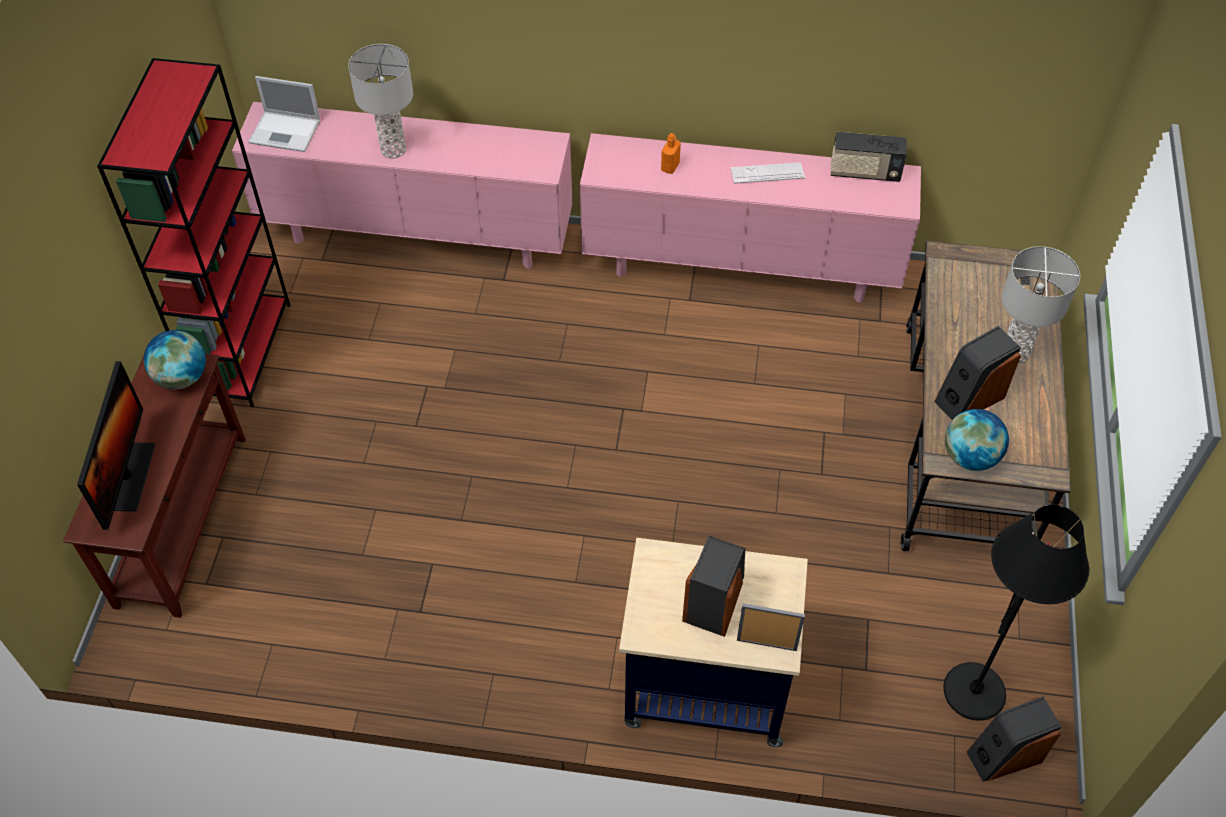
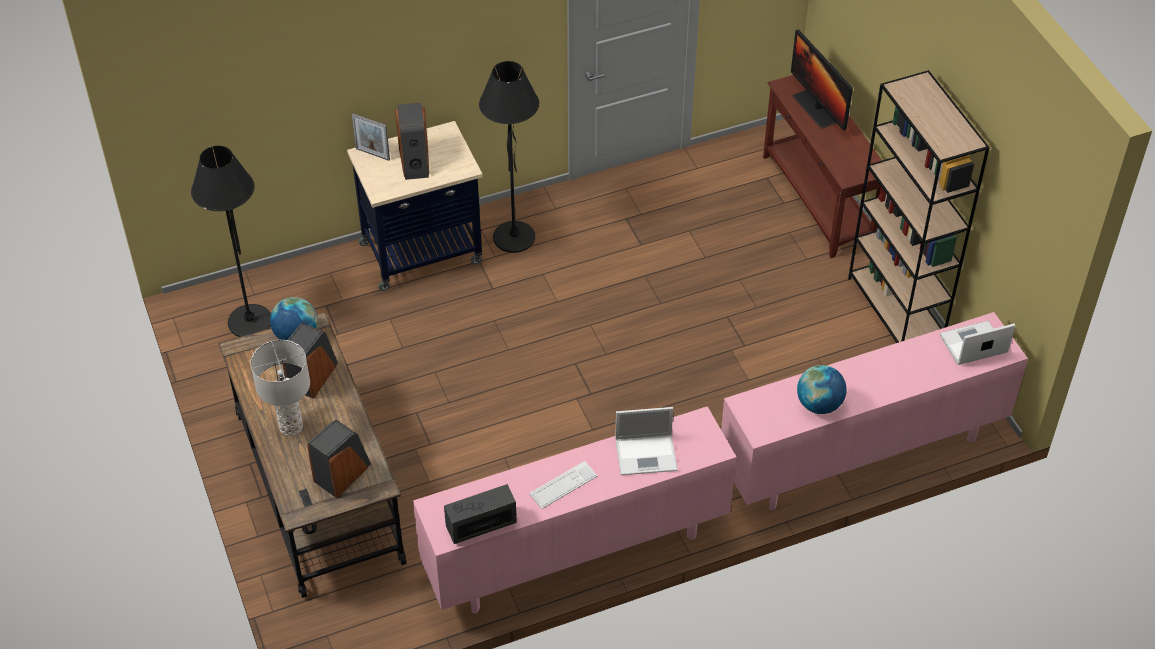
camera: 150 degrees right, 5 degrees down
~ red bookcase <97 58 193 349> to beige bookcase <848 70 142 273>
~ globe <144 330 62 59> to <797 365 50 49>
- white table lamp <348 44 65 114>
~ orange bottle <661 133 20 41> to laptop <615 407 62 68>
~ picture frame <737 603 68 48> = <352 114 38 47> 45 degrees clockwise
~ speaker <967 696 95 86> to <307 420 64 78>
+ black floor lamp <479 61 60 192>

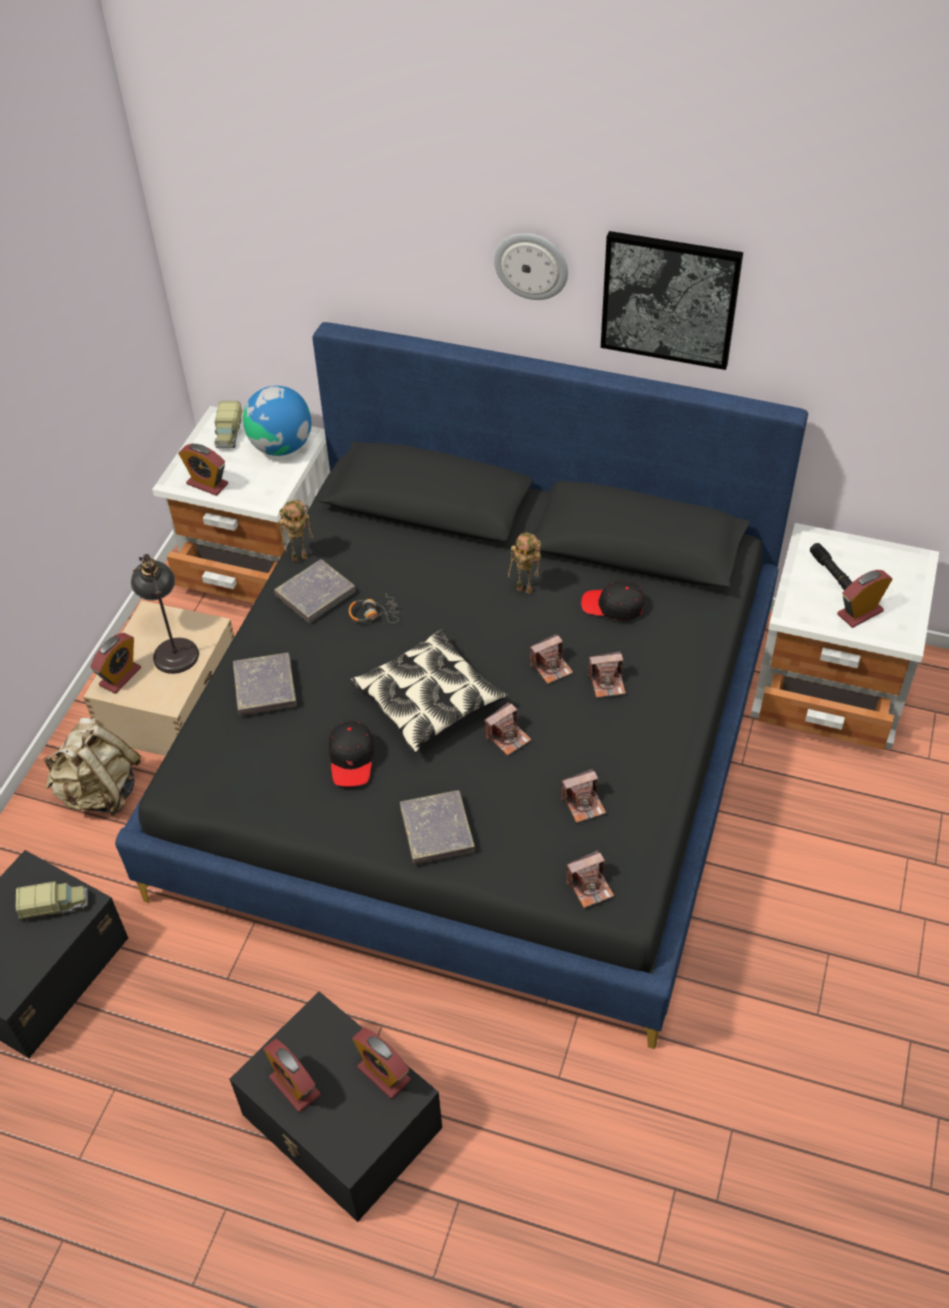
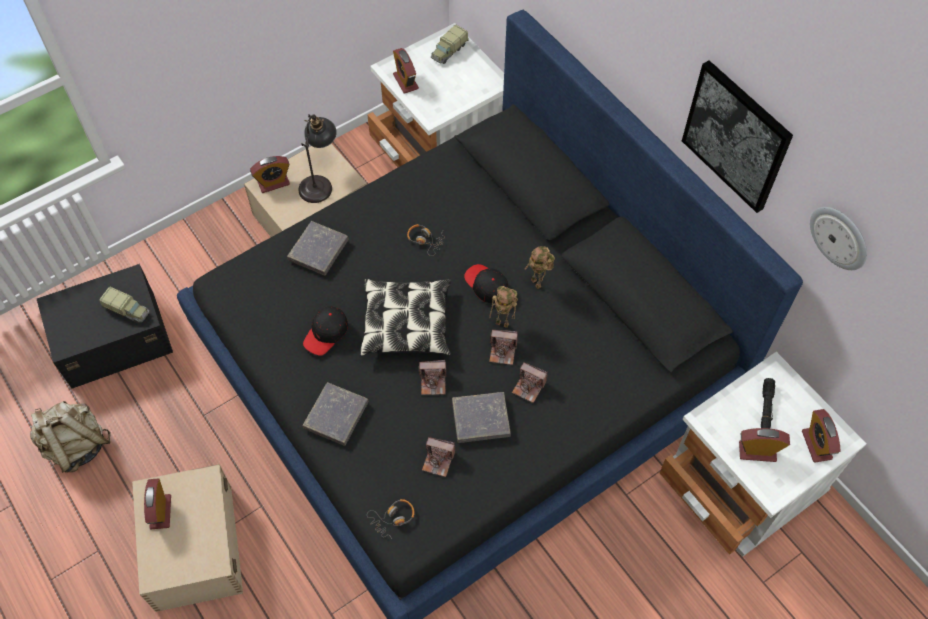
camera: 35 degrees right, 10 degrees up
~ beige backpack <43 717 98 99> to <30 401 81 72>
~ black storage box <229 991 214 231> to beige storage box <132 464 111 148>
- globe <243 386 68 70>
~ grey book <274 559 82 64> to <452 392 59 51>
~ toy robot <279 500 34 61> to <490 286 28 42>
~ alarm clock <352 1028 59 71> to <802 409 39 54>
~ wall clock <494 233 74 67> to <810 207 57 63>
~ photo camera <566 850 48 58> to headphones <367 499 48 40>
~ black cap <581 581 64 40> to <464 264 44 39>

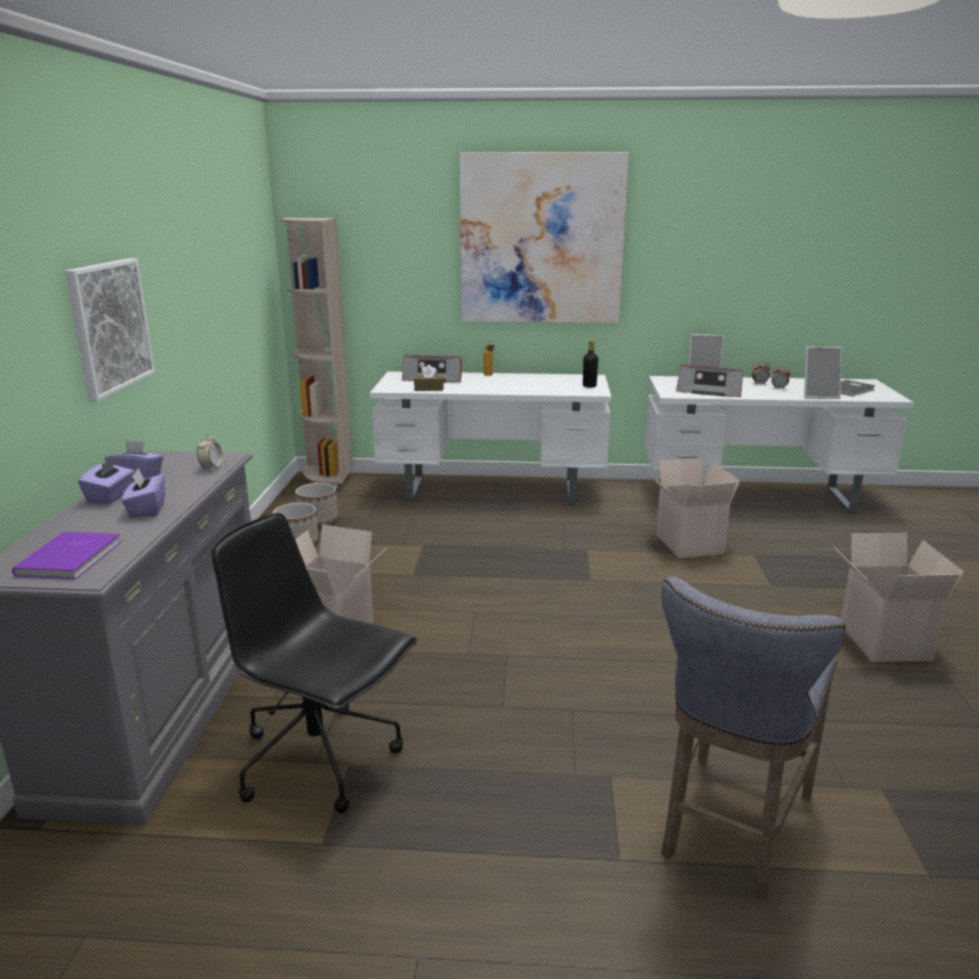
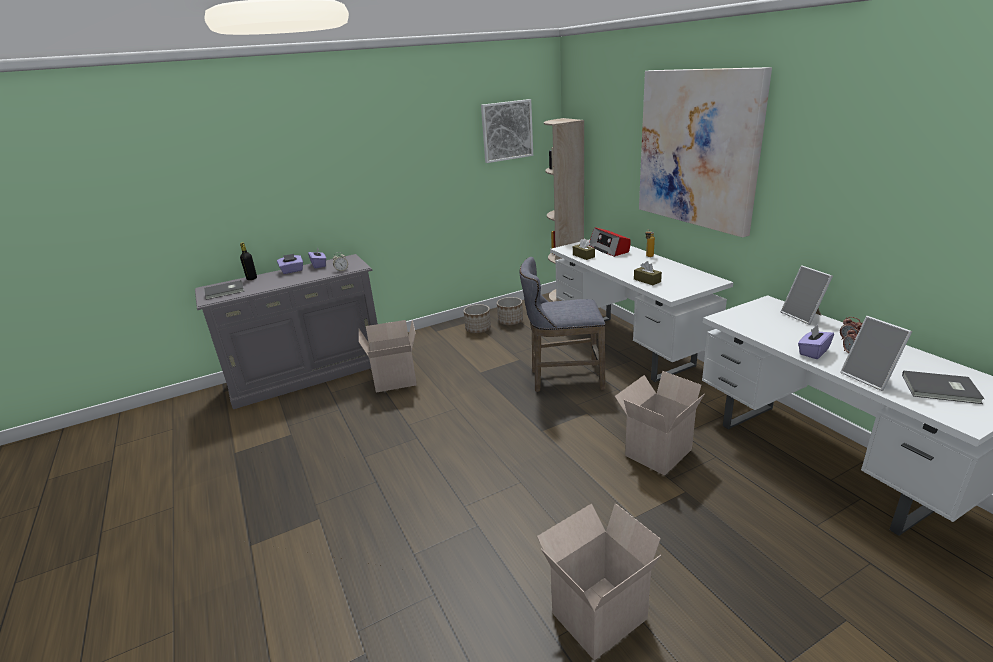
camera: 60 degrees right, 5 degrees up
~ purple book <12 532 109 47> to grey book <204 280 40 20>
~ picture <65 258 90 144> to <481 99 52 64>
~ purple tissue box <122 468 43 49> to <798 325 36 34>
- black office chair <212 513 205 300>
~ black bottle <583 340 15 48> to <240 242 17 38>
~ grey stool <661 577 185 321> to <520 257 86 135>
- radio <676 365 67 32>
+ brown tissue box <634 261 28 24>

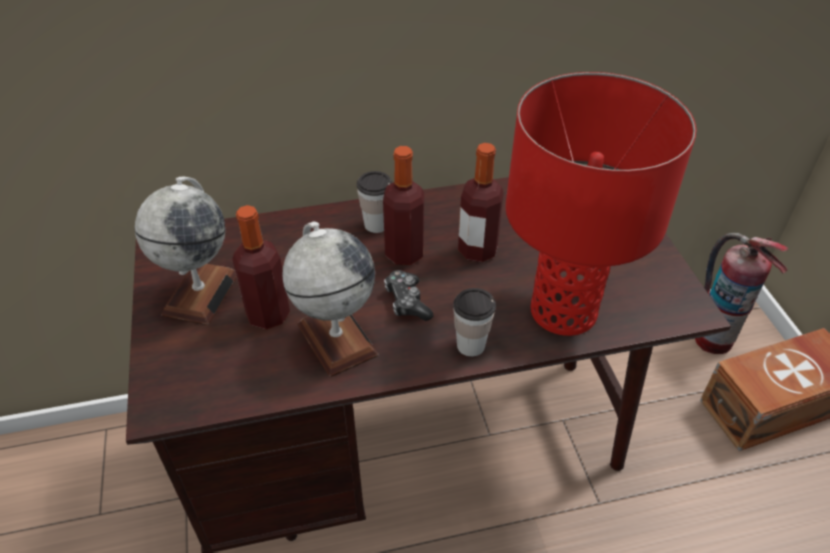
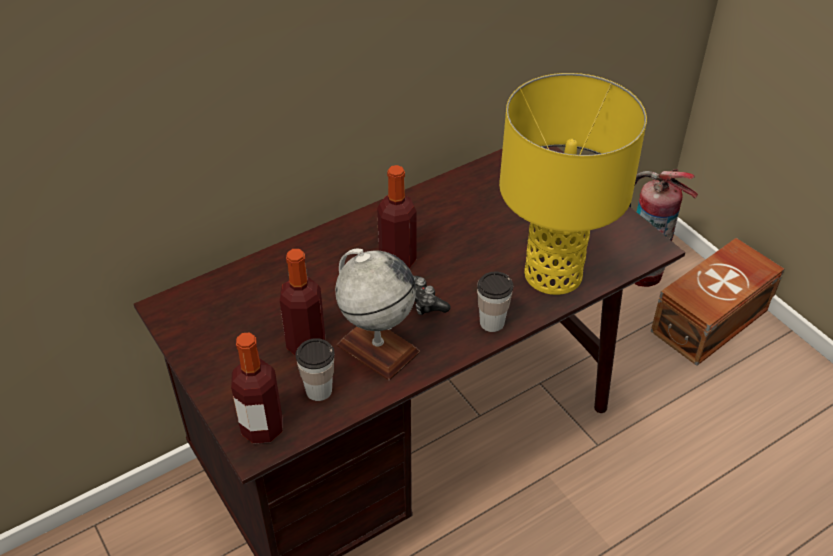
camera: 20 degrees left, 0 degrees up
- globe <135 177 102 148>
~ cup <357 171 35 62> to <295 338 40 63>
~ bottle <458 143 46 119> to <231 332 52 112>
~ red table lamp <505 72 192 264> to yellow table lamp <499 73 148 222>

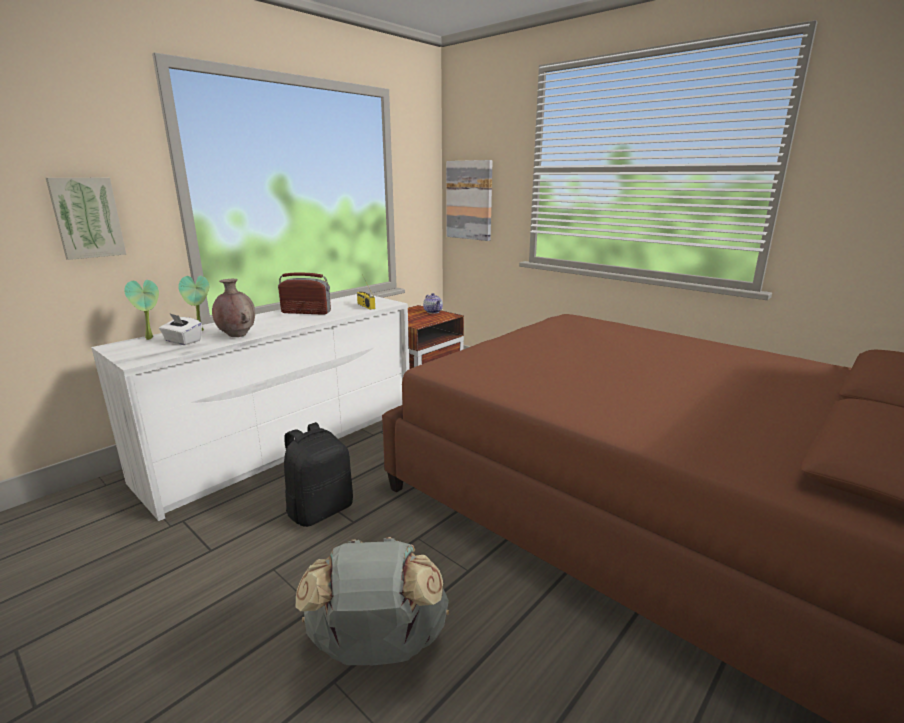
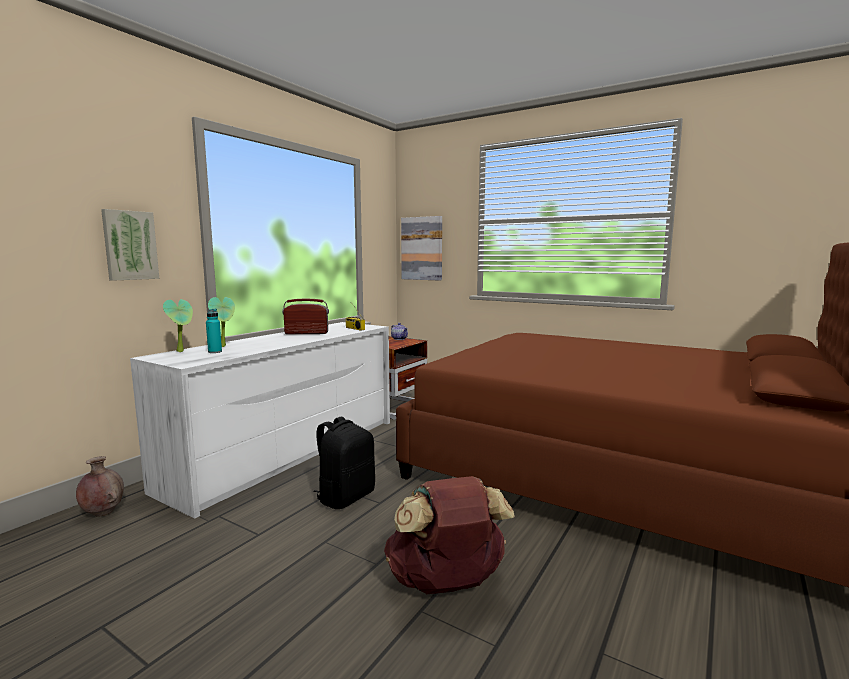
camera: 10 degrees left, 10 degrees down
~ white tissue box <159 314 43 31> to turquoise bottle <206 309 16 44>
~ brown vase <212 278 43 59> to <76 456 48 60>
~ grey backpack <296 537 153 128> to brown backpack <384 476 131 118>

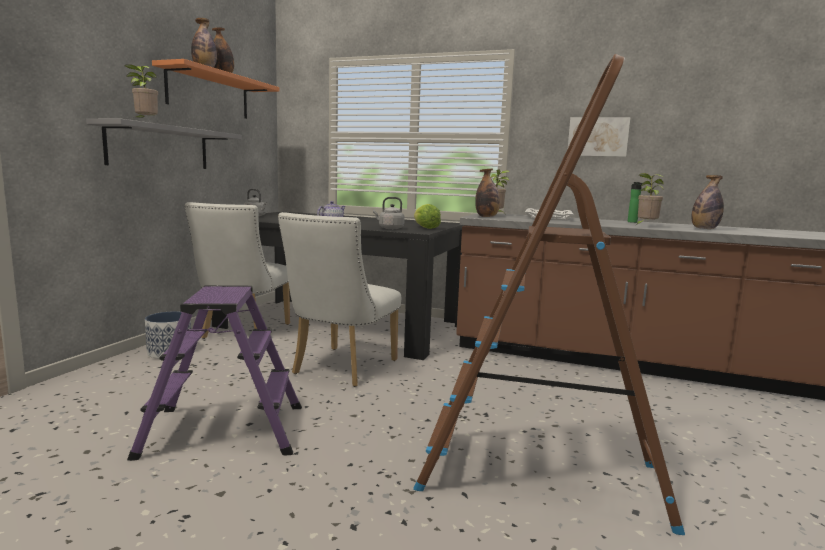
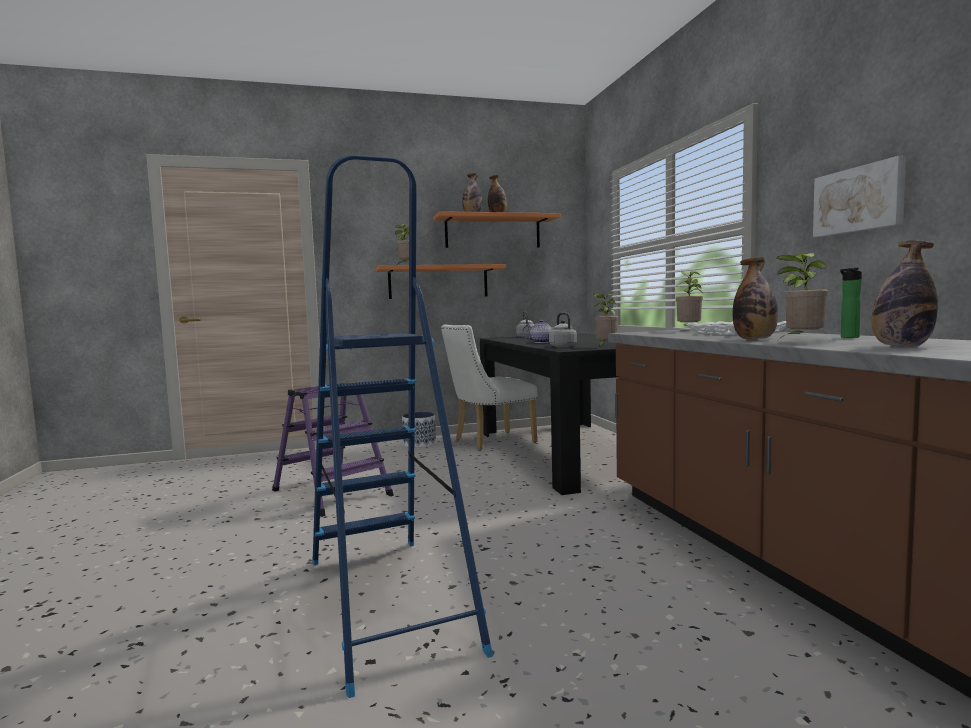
camera: 55 degrees right, 5 degrees down
~ grey shelf <86 119 156 50> to orange shelf <376 264 130 35>
- white chair <278 212 123 175>
~ brown step ladder <413 54 272 481> to blue step ladder <312 154 181 544>
~ lettuce <414 204 27 25> to potted plant <593 294 26 54>
~ bottle <475 169 25 48> to <733 257 45 82>

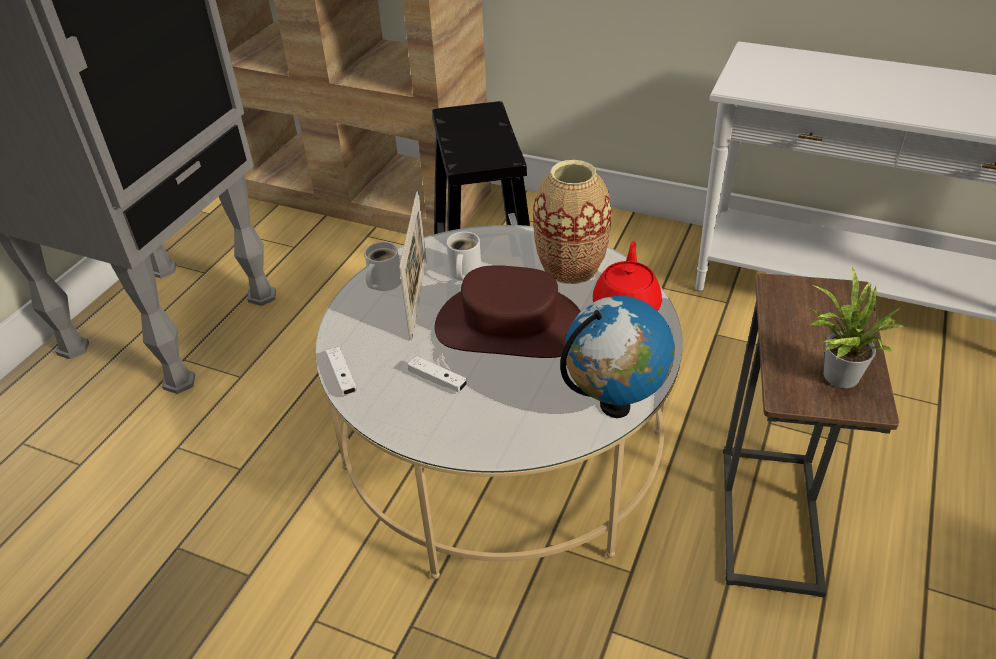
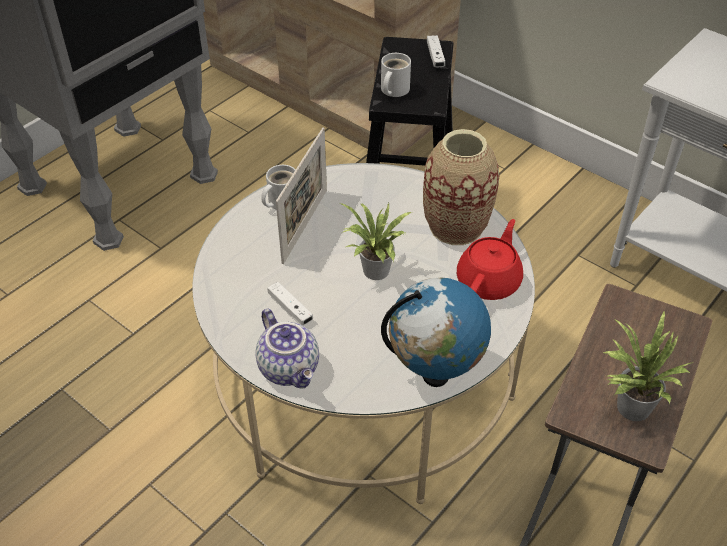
camera: 15 degrees right, 5 degrees up
~ white game controller <326 347 31 48> to <427 35 18 32>
~ brown hat <435 266 146 92> to potted plant <340 203 71 77>
~ white mug <446 232 35 49> to <381 53 30 44>
+ teapot <256 309 63 80>

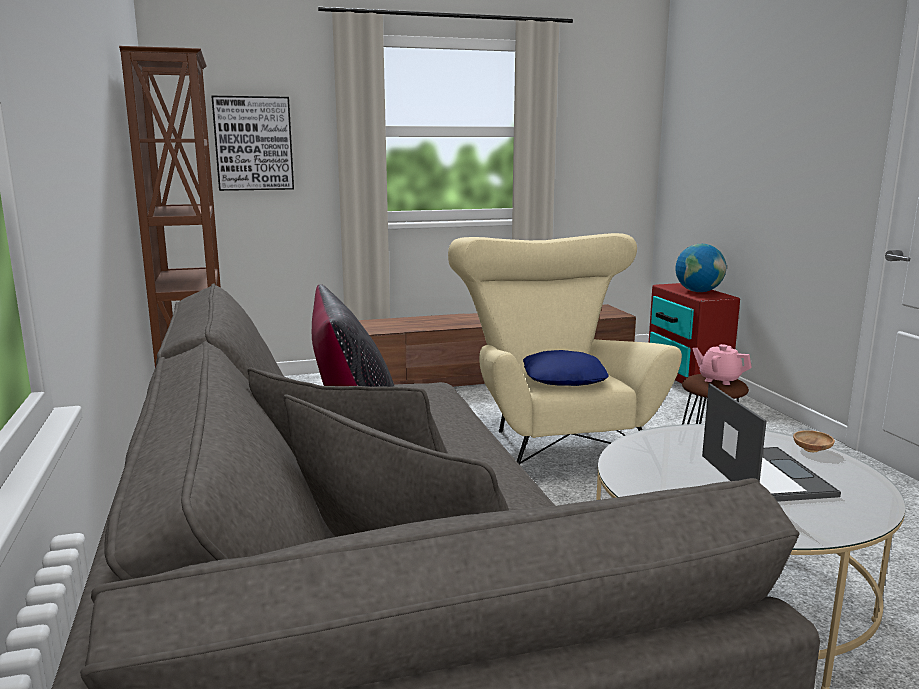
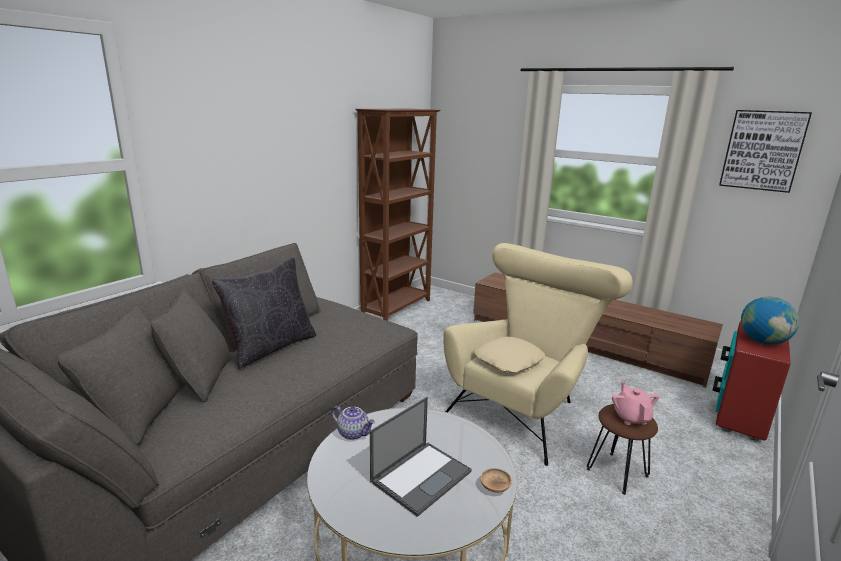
camera: 50 degrees right, 5 degrees up
~ picture <211 96 83 95> to <719 110 93 83>
~ blue pillow <523 350 86 36> to beige pillow <474 336 71 37>
+ teapot <331 406 44 34>

